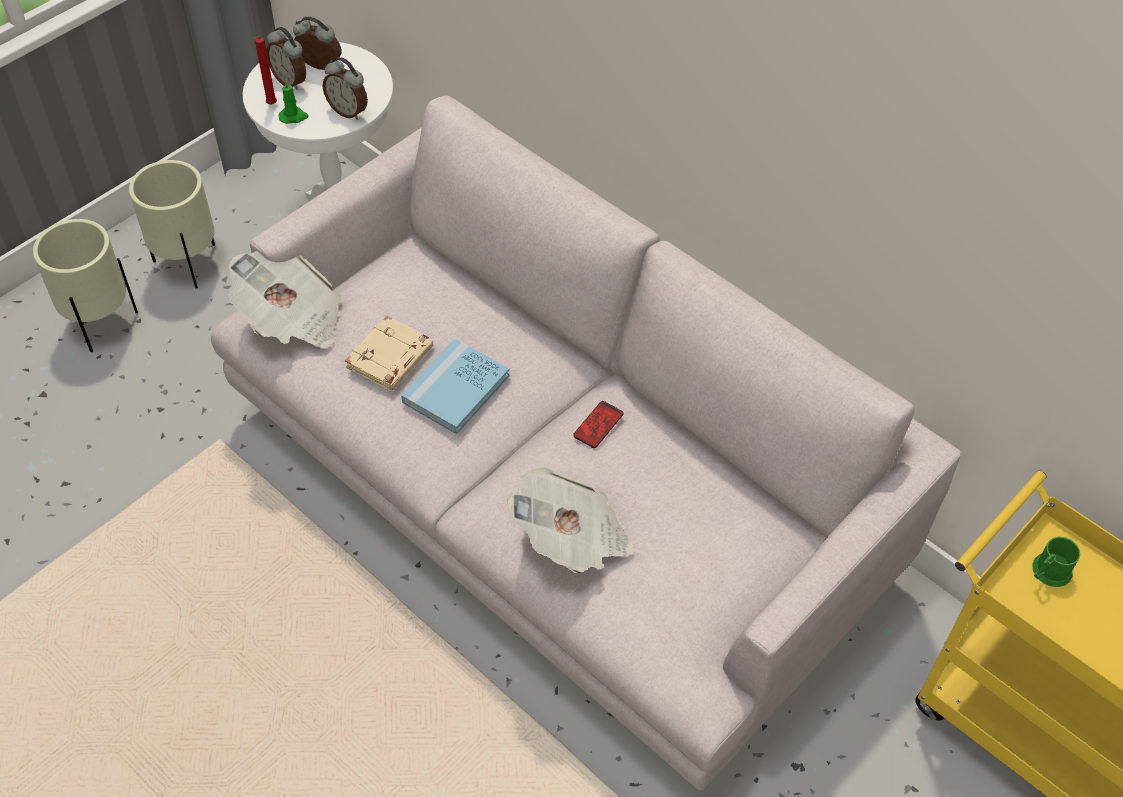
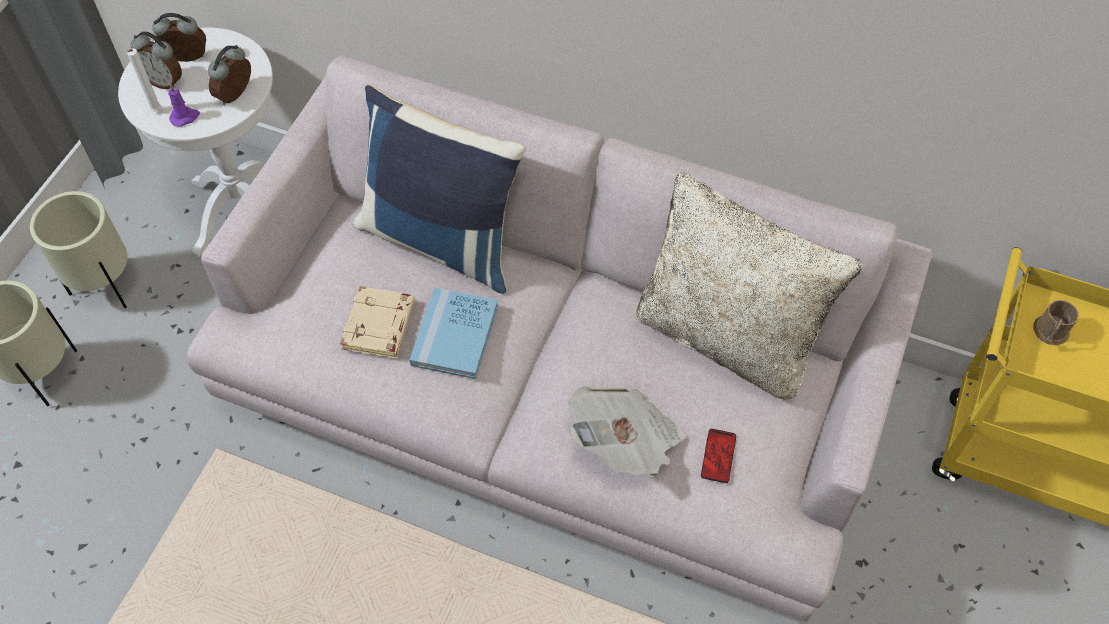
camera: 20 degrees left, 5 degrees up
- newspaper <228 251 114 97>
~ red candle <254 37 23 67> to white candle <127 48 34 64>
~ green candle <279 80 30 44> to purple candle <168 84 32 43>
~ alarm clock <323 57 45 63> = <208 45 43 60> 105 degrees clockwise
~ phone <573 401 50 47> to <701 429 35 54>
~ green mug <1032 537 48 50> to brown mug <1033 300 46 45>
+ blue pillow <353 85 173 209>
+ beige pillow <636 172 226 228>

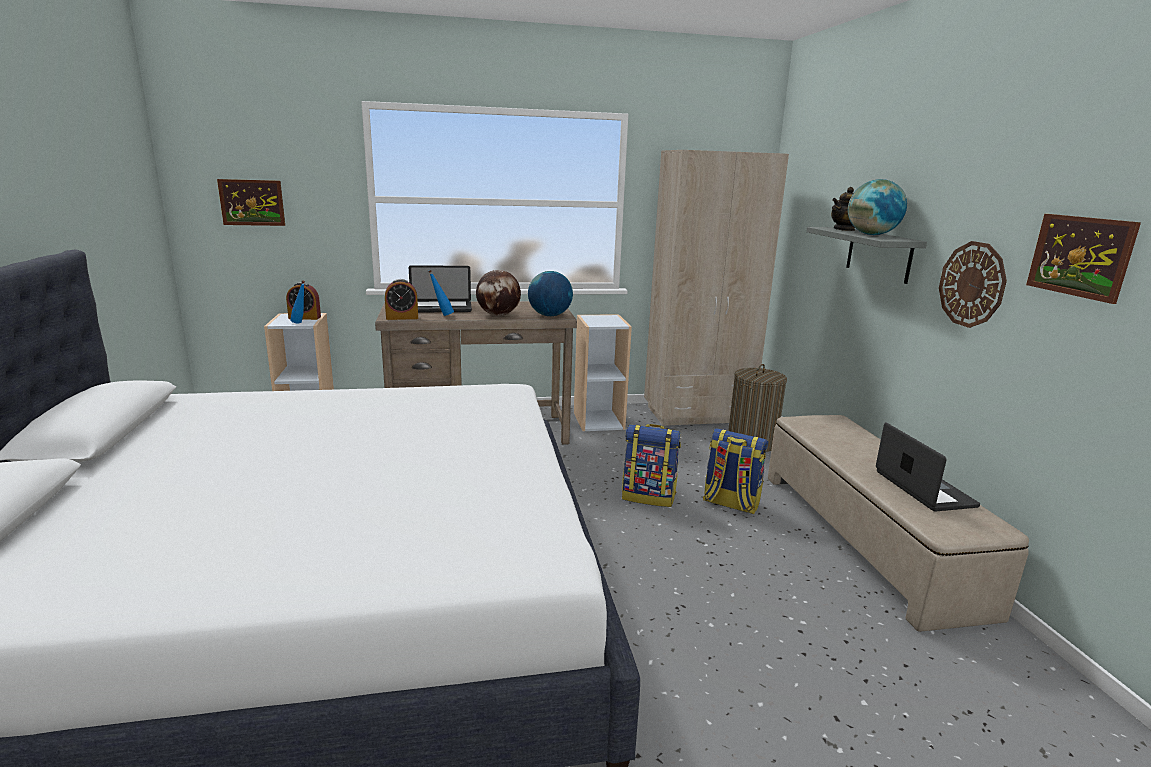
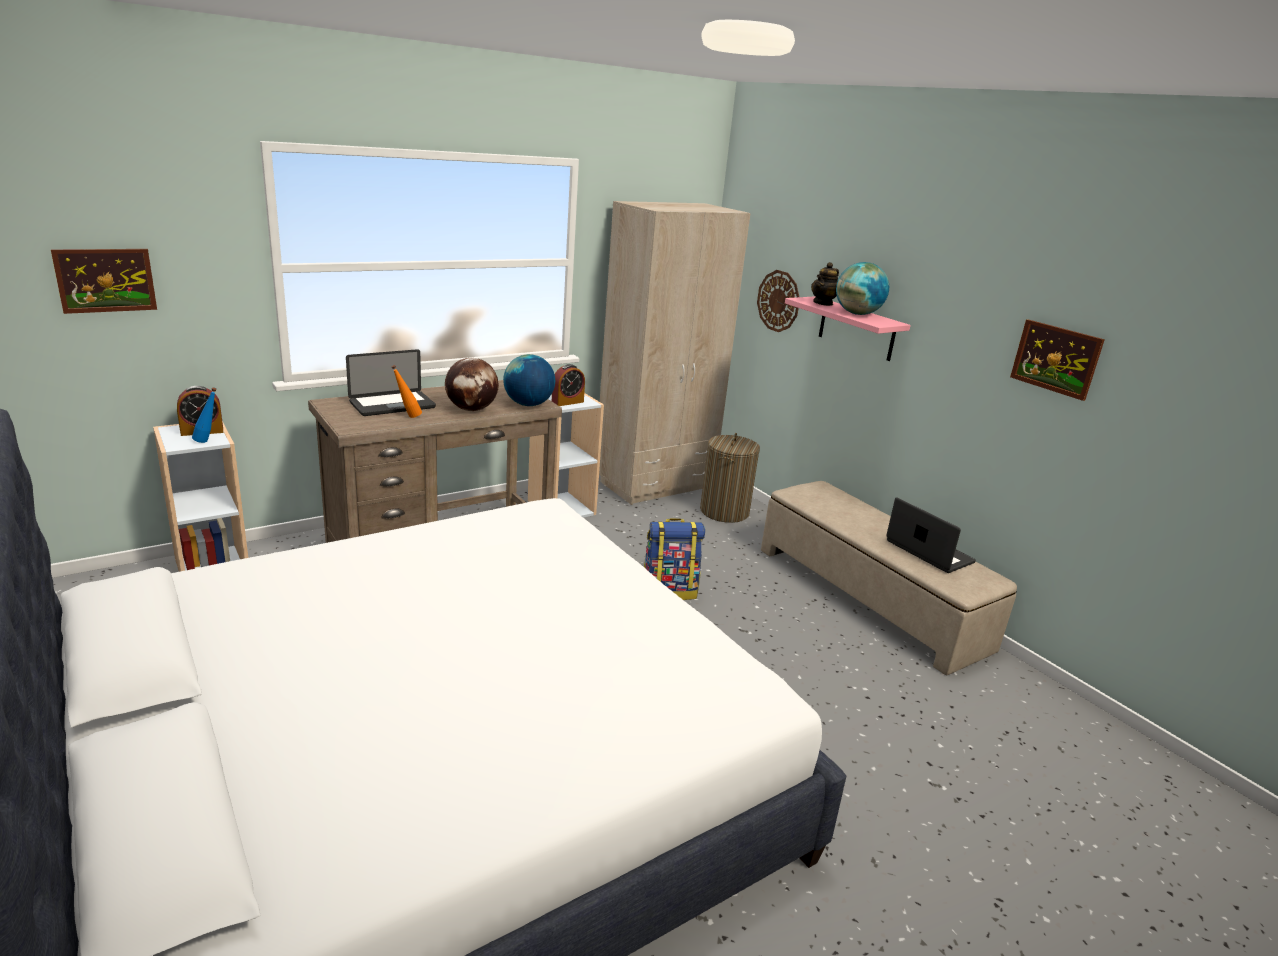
camera: 25 degrees left, 5 degrees up
~ alarm clock <385 279 33 41> to <552 364 33 42>
~ blue bottle <428 270 26 46> to orange bottle <391 365 31 53>
- backpack <703 428 65 86>
~ grey shelf <806 227 121 57> to pink shelf <785 296 126 65>
~ wall clock <939 241 68 87> to <757 270 42 62>

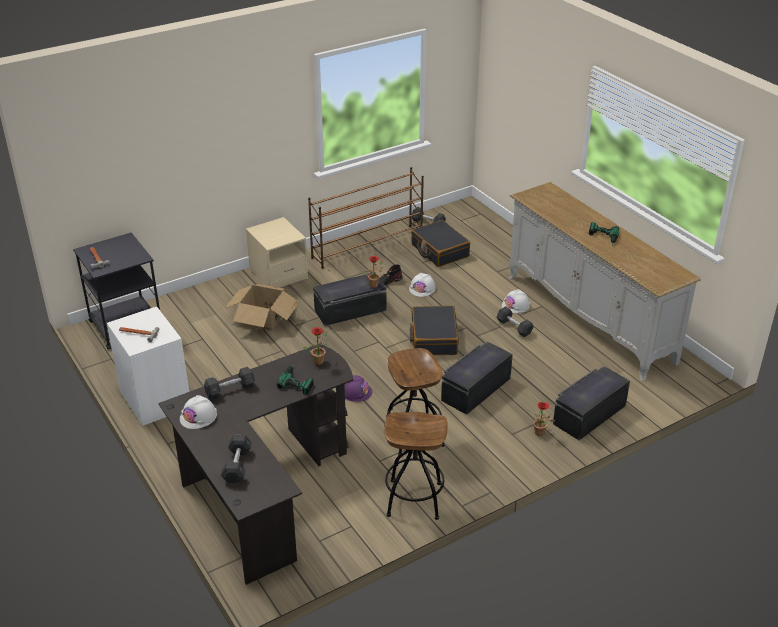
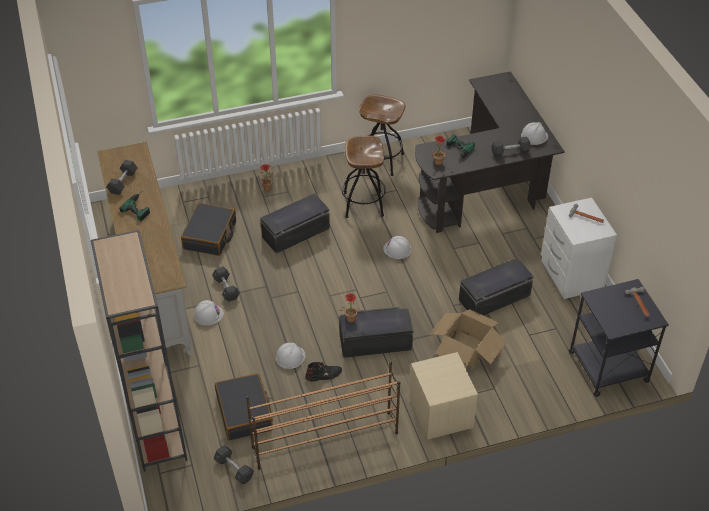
camera: 165 degrees left, 10 degrees up
~ grey dumbbell <221 435 31 48> to <107 160 31 35>
~ purple hard hat <345 375 27 27> to white hard hat <383 236 28 23>
~ black suitcase <409 306 50 49> to <181 203 55 53>
~ black storage box <553 366 77 74> to <459 258 75 57>
+ bookcase <91 230 97 242>

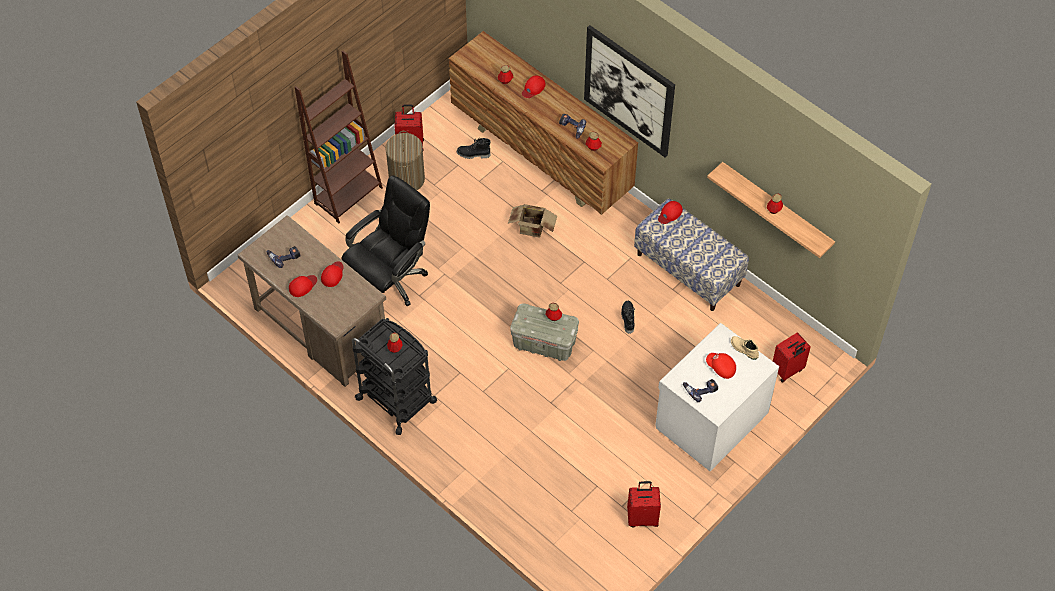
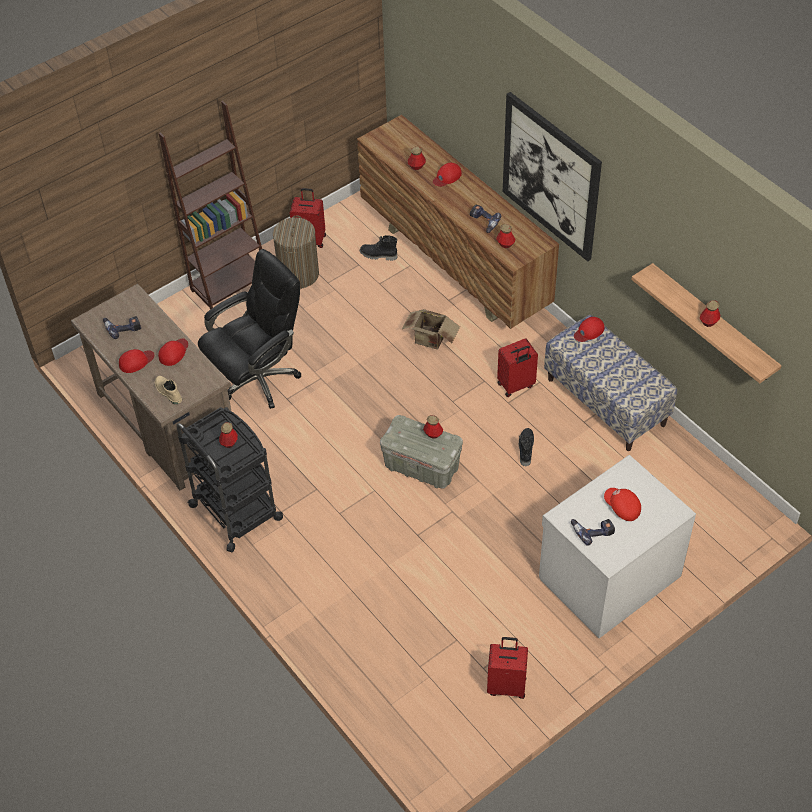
camera: 10 degrees right, 5 degrees down
~ beige boot <731 336 28 24> to <155 376 27 28>
~ red suitcase <773 332 38 51> to <497 338 41 59>

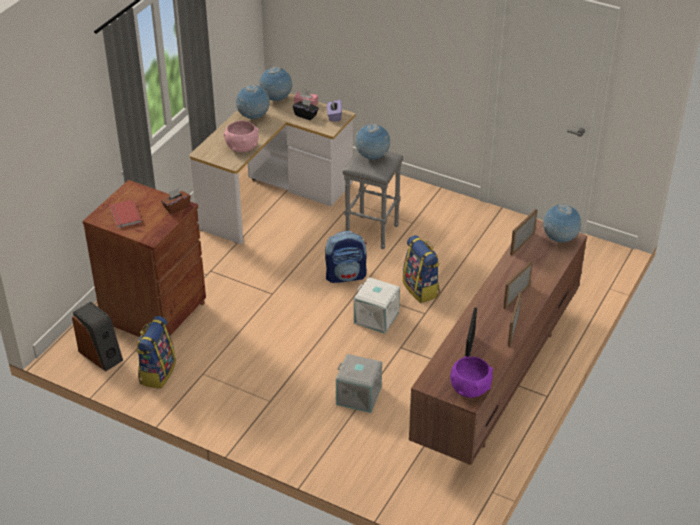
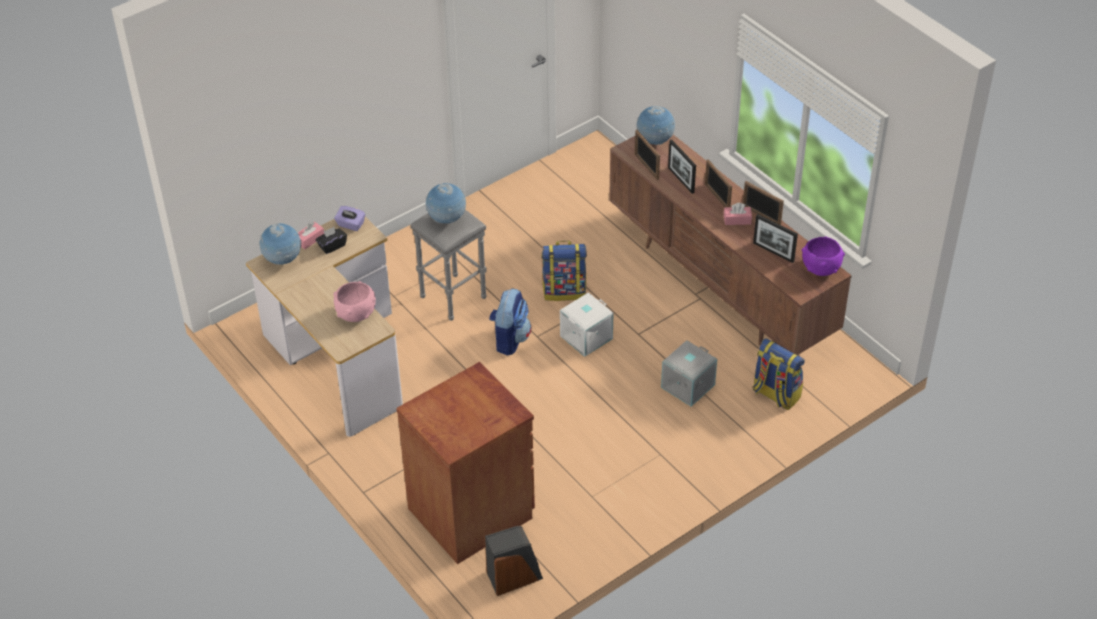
camera: 65 degrees left, 5 degrees up
- red book <109 200 33 28>
~ backpack <137 316 39 73> to <753 338 52 72>
- brown tissue box <161 188 30 26>
- globe <236 85 34 34>
+ picture frame <668 139 28 55>
+ pink tissue box <724 203 28 22>

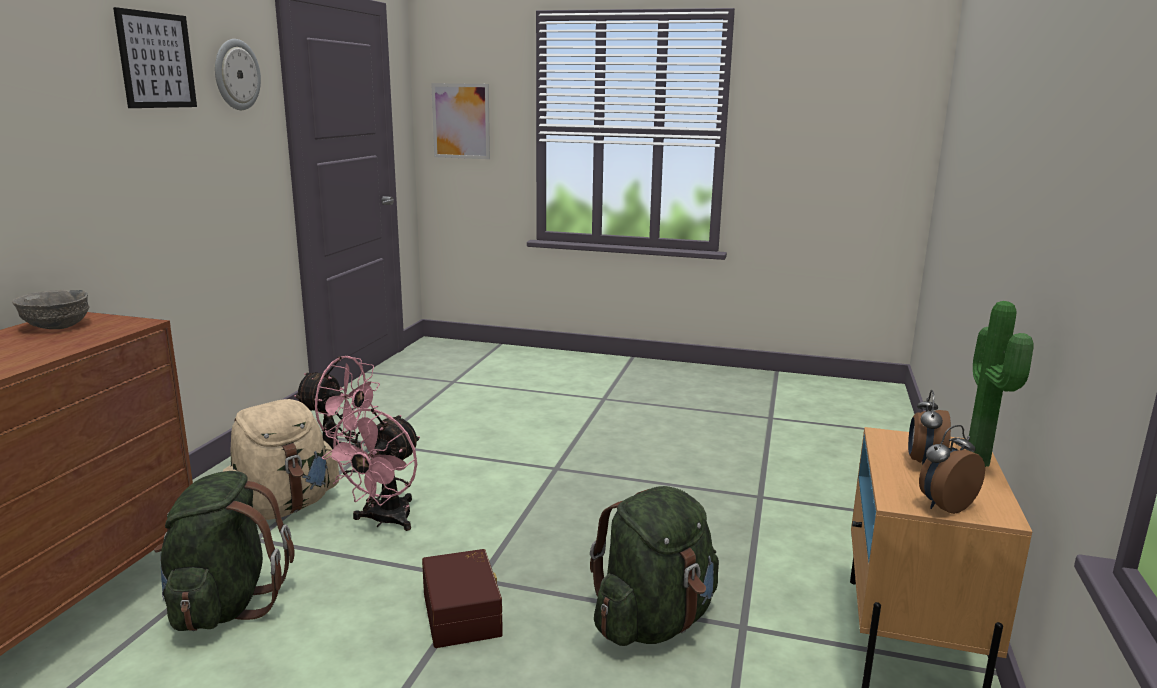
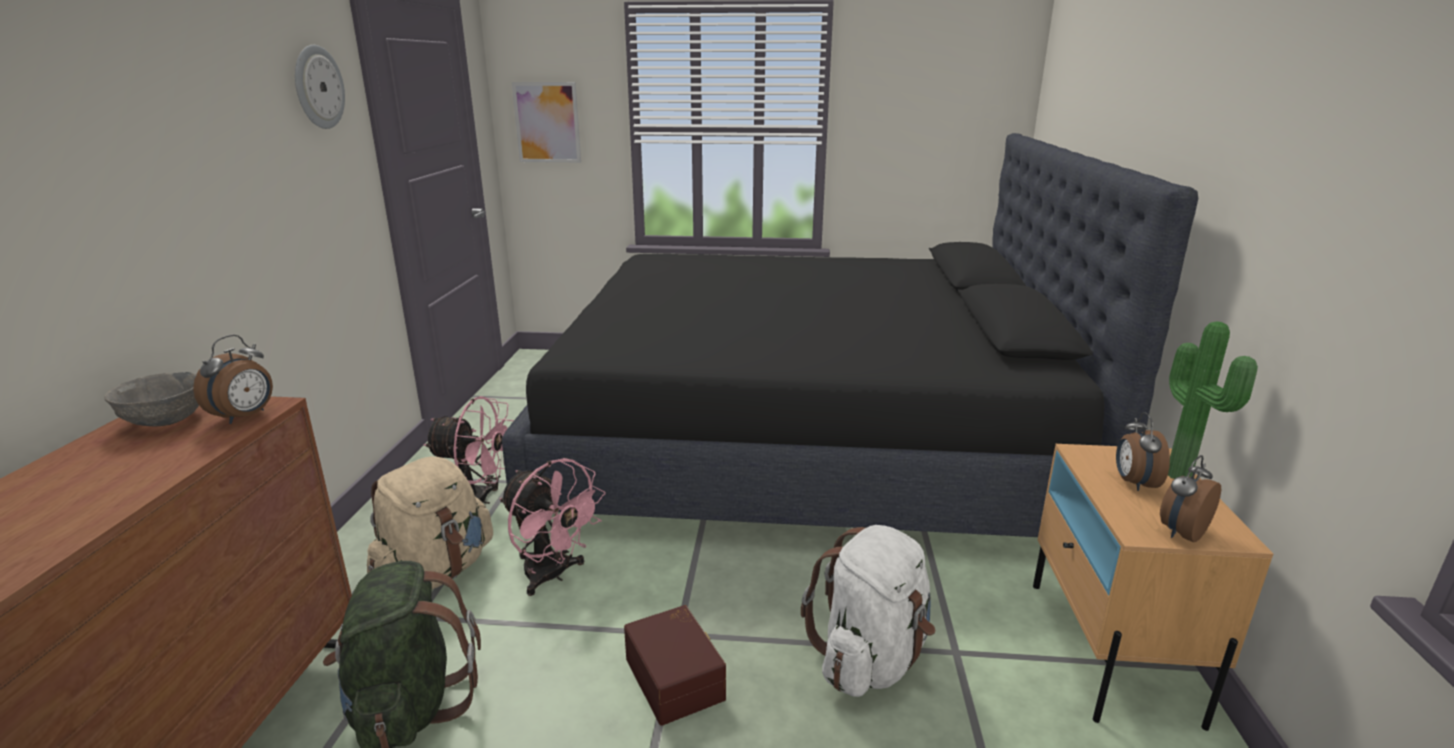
camera: 10 degrees left, 5 degrees up
- picture <113 7 84 101>
~ pink fan <322 408 98 123> = <500 458 106 138> 60 degrees counterclockwise
~ green backpack <590 486 129 160> to white backpack <801 525 134 172>
+ alarm clock <193 335 80 89>
+ black bed <502 133 696 404>

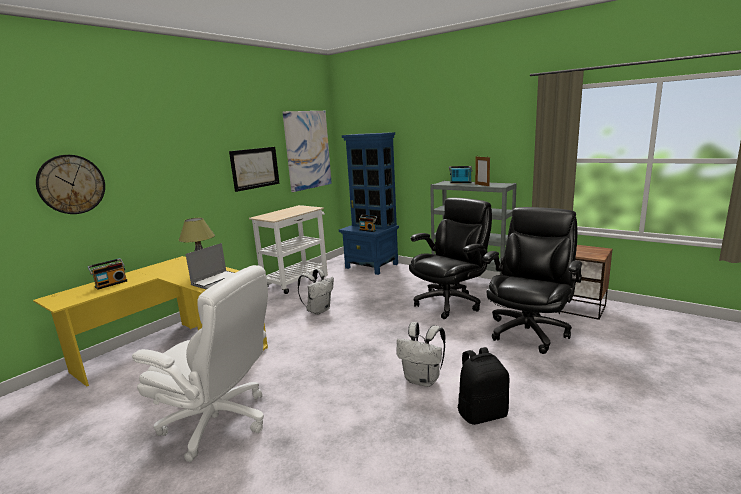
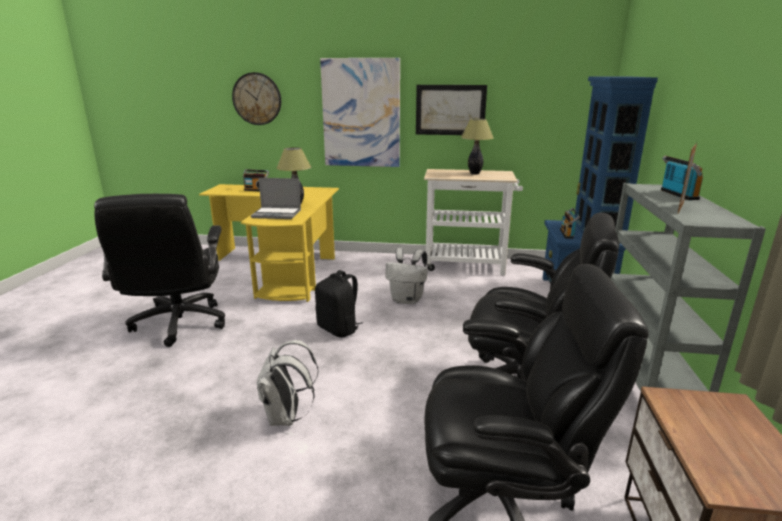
camera: 60 degrees right, 5 degrees up
~ white office chair <132 265 136 197> to black office chair <94 194 131 153>
~ picture <283 111 49 81> to <320 58 80 109>
~ black backpack <457 347 52 78> to <315 270 48 68>
+ table lamp <461 119 33 56>

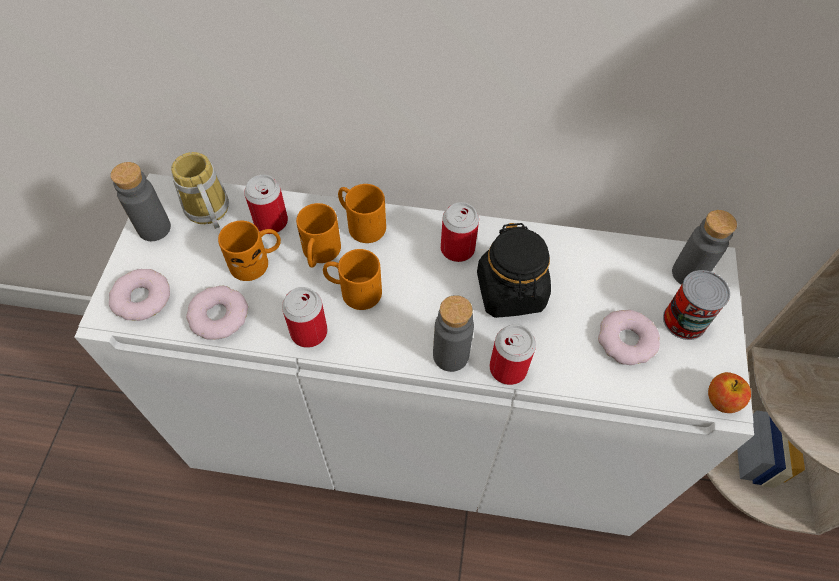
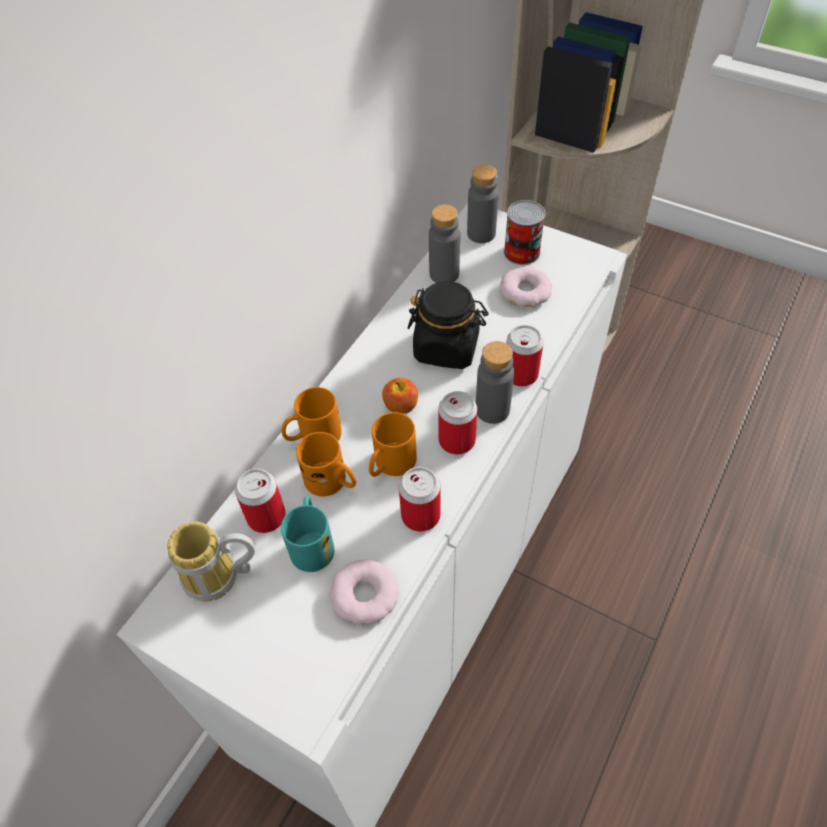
camera: 65 degrees left, 5 degrees down
- donut <109 269 61 52>
~ grey bottle <110 162 61 79> to <429 205 31 78>
~ orange mug <218 221 63 60> to turquoise mug <281 496 53 76>
~ can <441 202 38 60> to <438 391 39 63>
~ apple <708 372 43 41> to <382 378 36 36>

